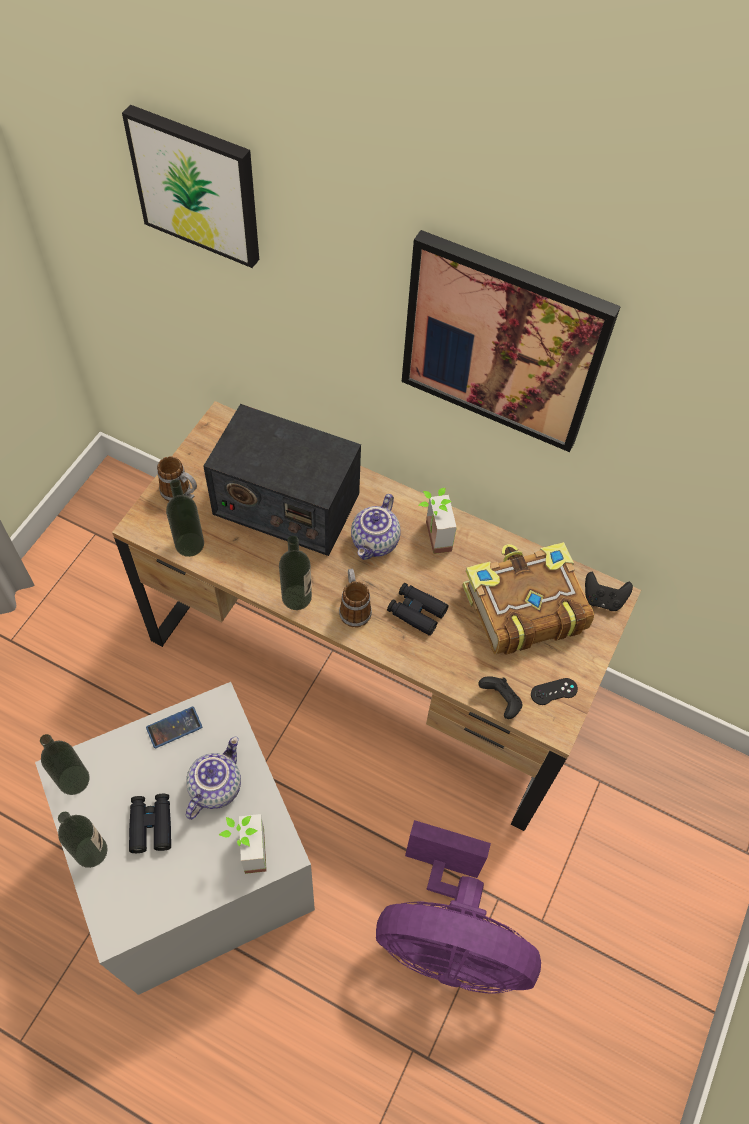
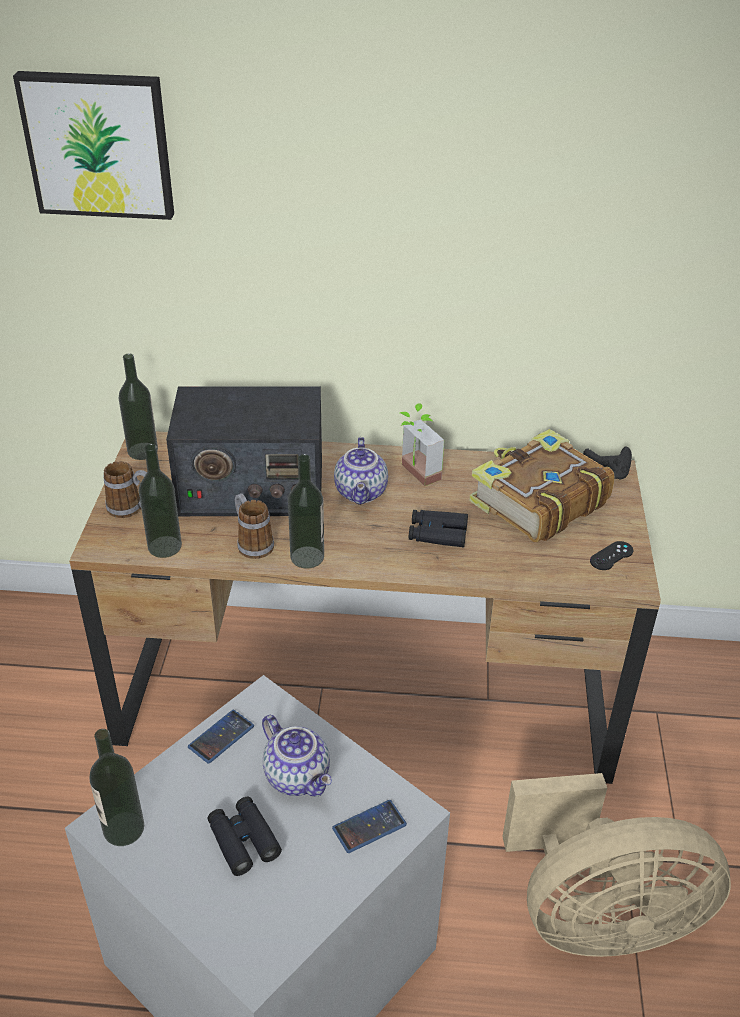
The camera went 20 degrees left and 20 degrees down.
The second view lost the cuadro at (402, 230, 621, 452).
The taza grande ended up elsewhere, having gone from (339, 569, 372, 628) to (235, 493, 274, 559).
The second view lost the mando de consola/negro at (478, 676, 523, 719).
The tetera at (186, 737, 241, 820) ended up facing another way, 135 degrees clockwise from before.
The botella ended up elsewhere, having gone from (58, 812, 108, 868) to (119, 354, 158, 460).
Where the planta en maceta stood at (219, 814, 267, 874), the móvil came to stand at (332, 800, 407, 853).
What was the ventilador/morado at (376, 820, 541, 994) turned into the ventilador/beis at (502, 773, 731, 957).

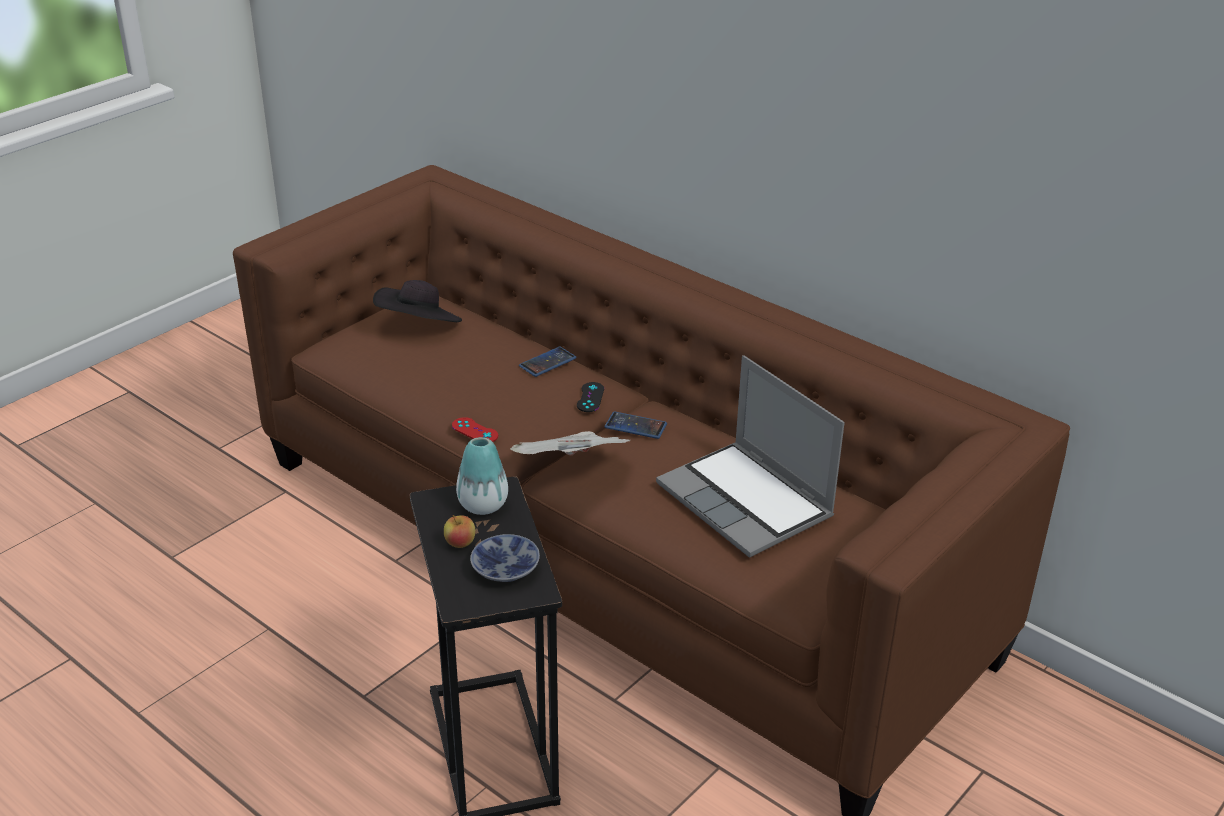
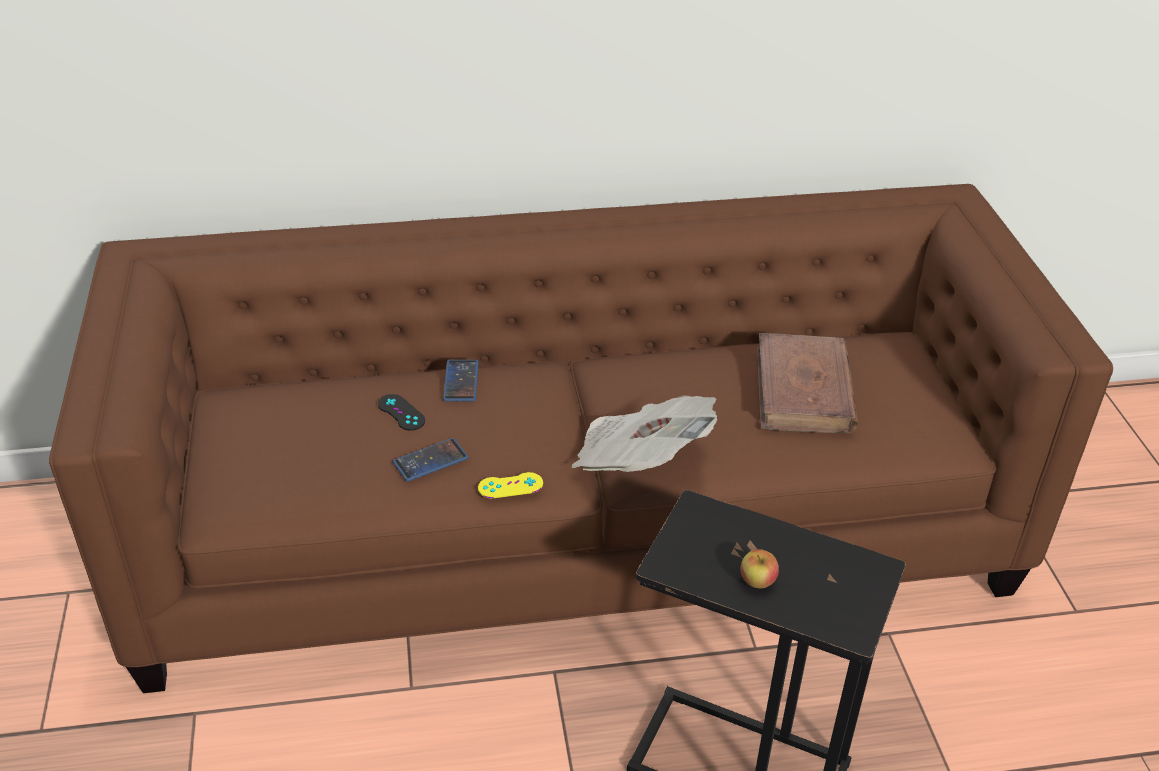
The camera went 50 degrees left and 5 degrees up.
The second view lost the sombrero/negro at (373, 280, 462, 322).
Where the portátil stood at (656, 355, 845, 558), the libro/marrón came to stand at (757, 333, 858, 433).
The mando de consola/negro ended up elsewhere, having gone from (577, 382, 604, 412) to (378, 394, 425, 431).
The móvil ended up elsewhere, having gone from (604, 412, 667, 439) to (393, 438, 469, 482).
What was the mando de consola/rojo at (452, 417, 498, 442) turned into the mando de consola/amarillo at (478, 472, 543, 498).
The second view lost the florero at (456, 437, 508, 515).
The second view lost the cuenco at (470, 534, 540, 582).

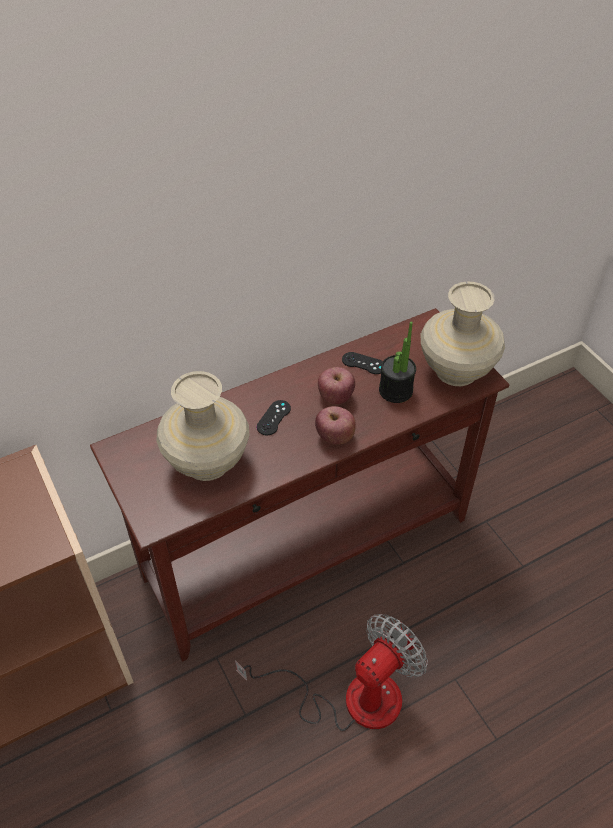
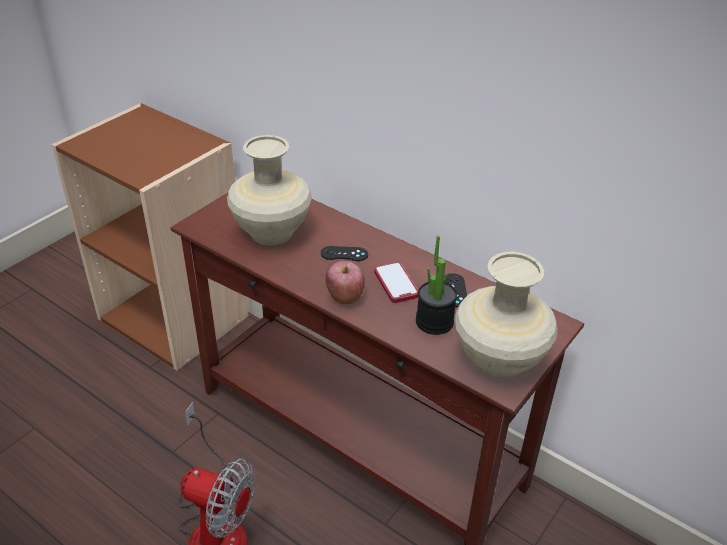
The camera went 65 degrees right and 10 degrees down.
Where the manzana stood at (318, 367, 355, 404), the móvil came to stand at (374, 262, 418, 303).

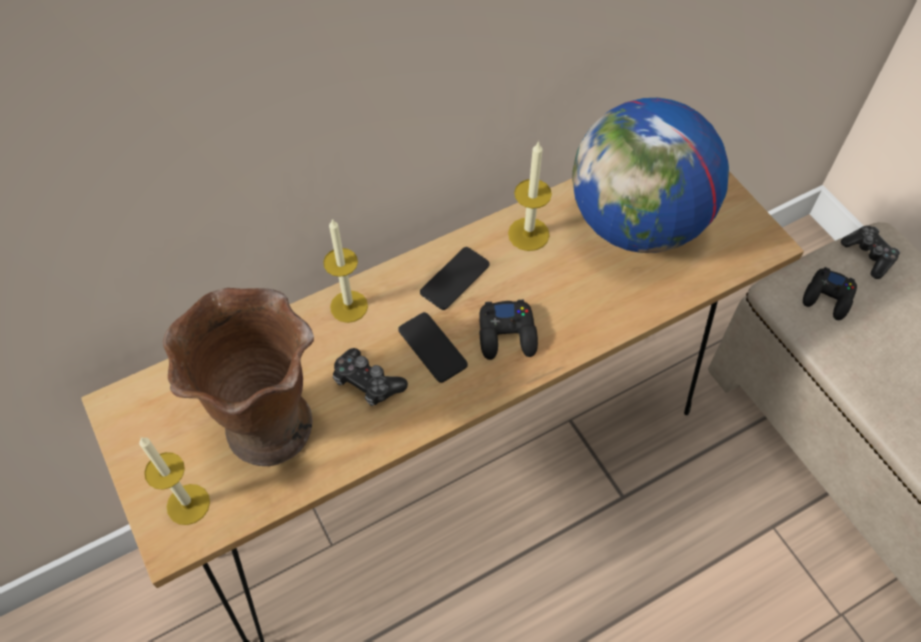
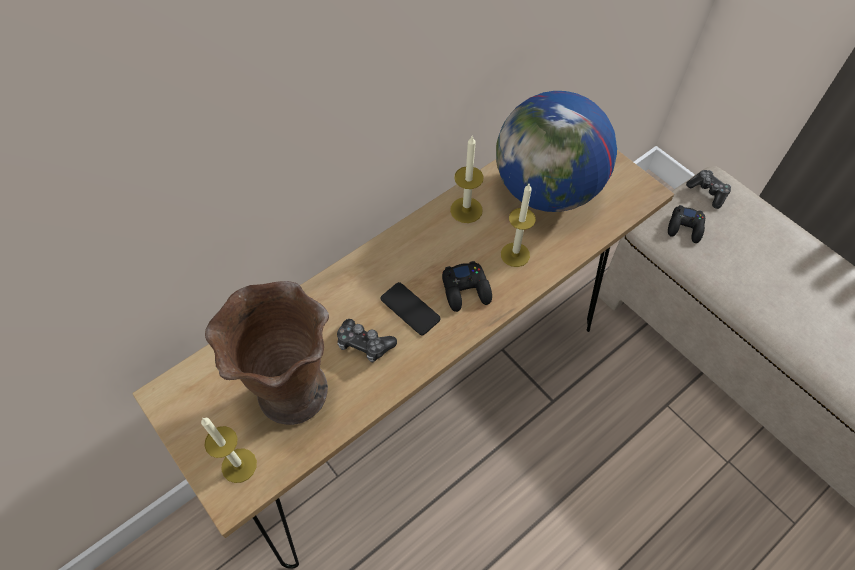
The camera went 10 degrees left and 0 degrees up.
The vela ended up elsewhere, having gone from (323, 218, 368, 323) to (501, 184, 536, 267).
The second view lost the móvil at (420, 247, 490, 310).

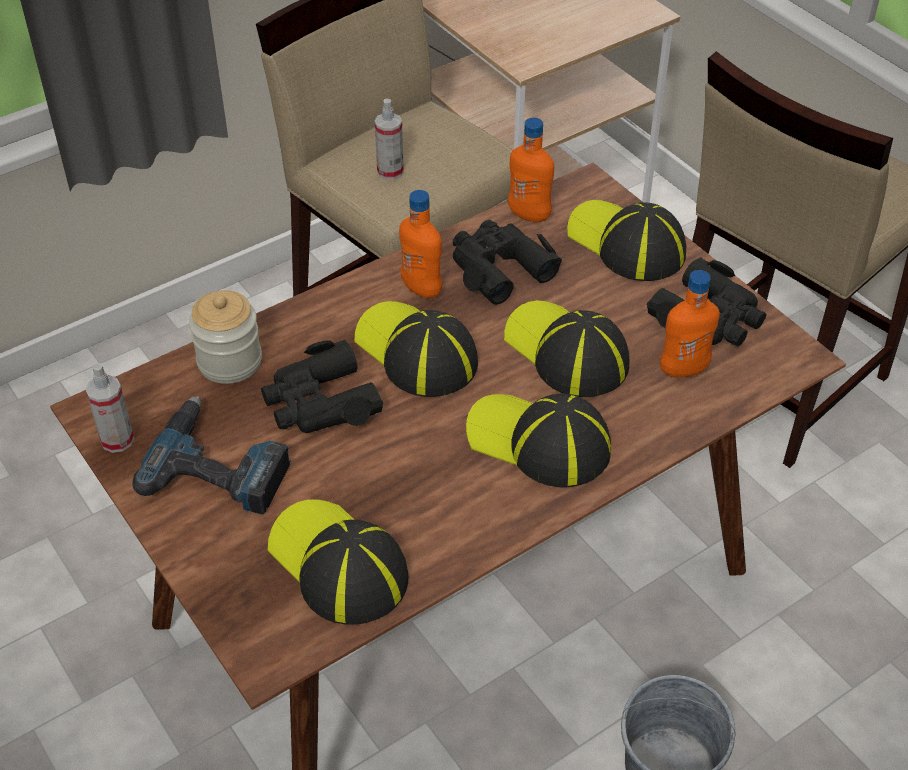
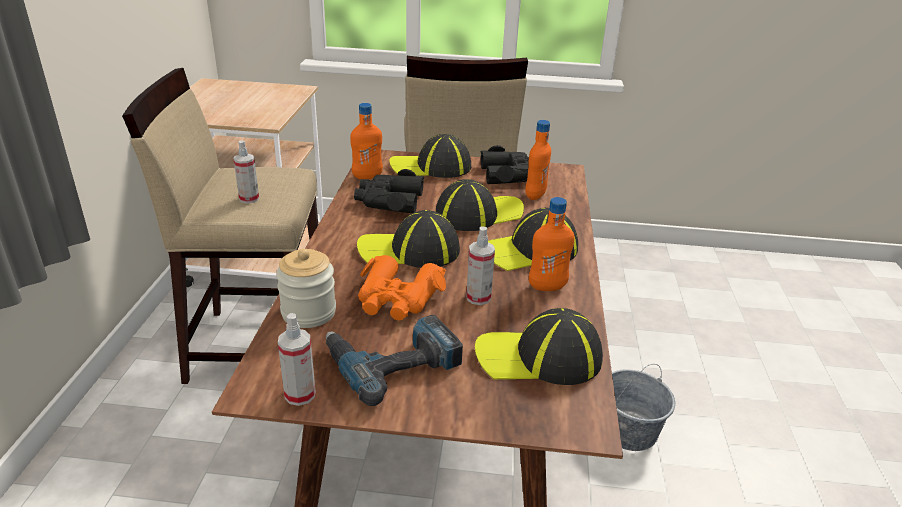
The camera went 50 degrees left and 15 degrees down.
The botella/naranja ended up elsewhere, having gone from (399, 190, 442, 298) to (529, 197, 575, 291).
The gorra at (504, 300, 629, 397) ended up facing another way, 150 degrees clockwise from before.
What was the prismáticos/negro at (261, 340, 383, 433) turned into the prismáticos/naranja at (358, 255, 446, 320).
The second view gained the pulverizador at (466, 226, 495, 305).

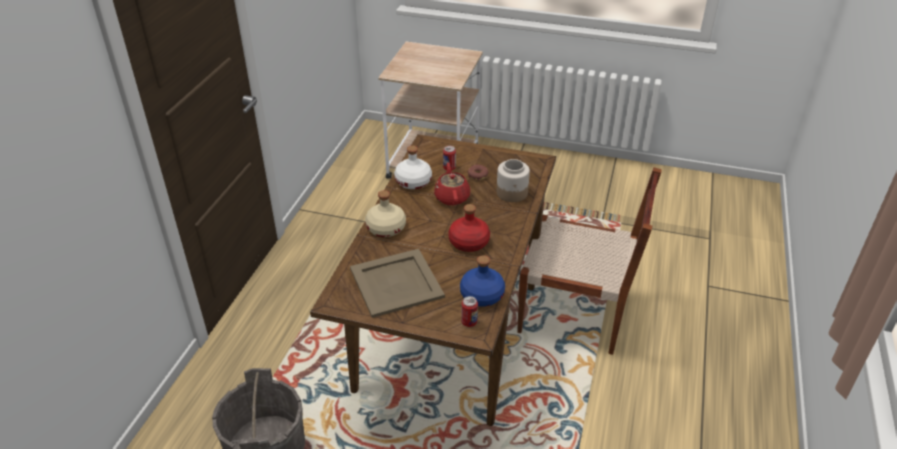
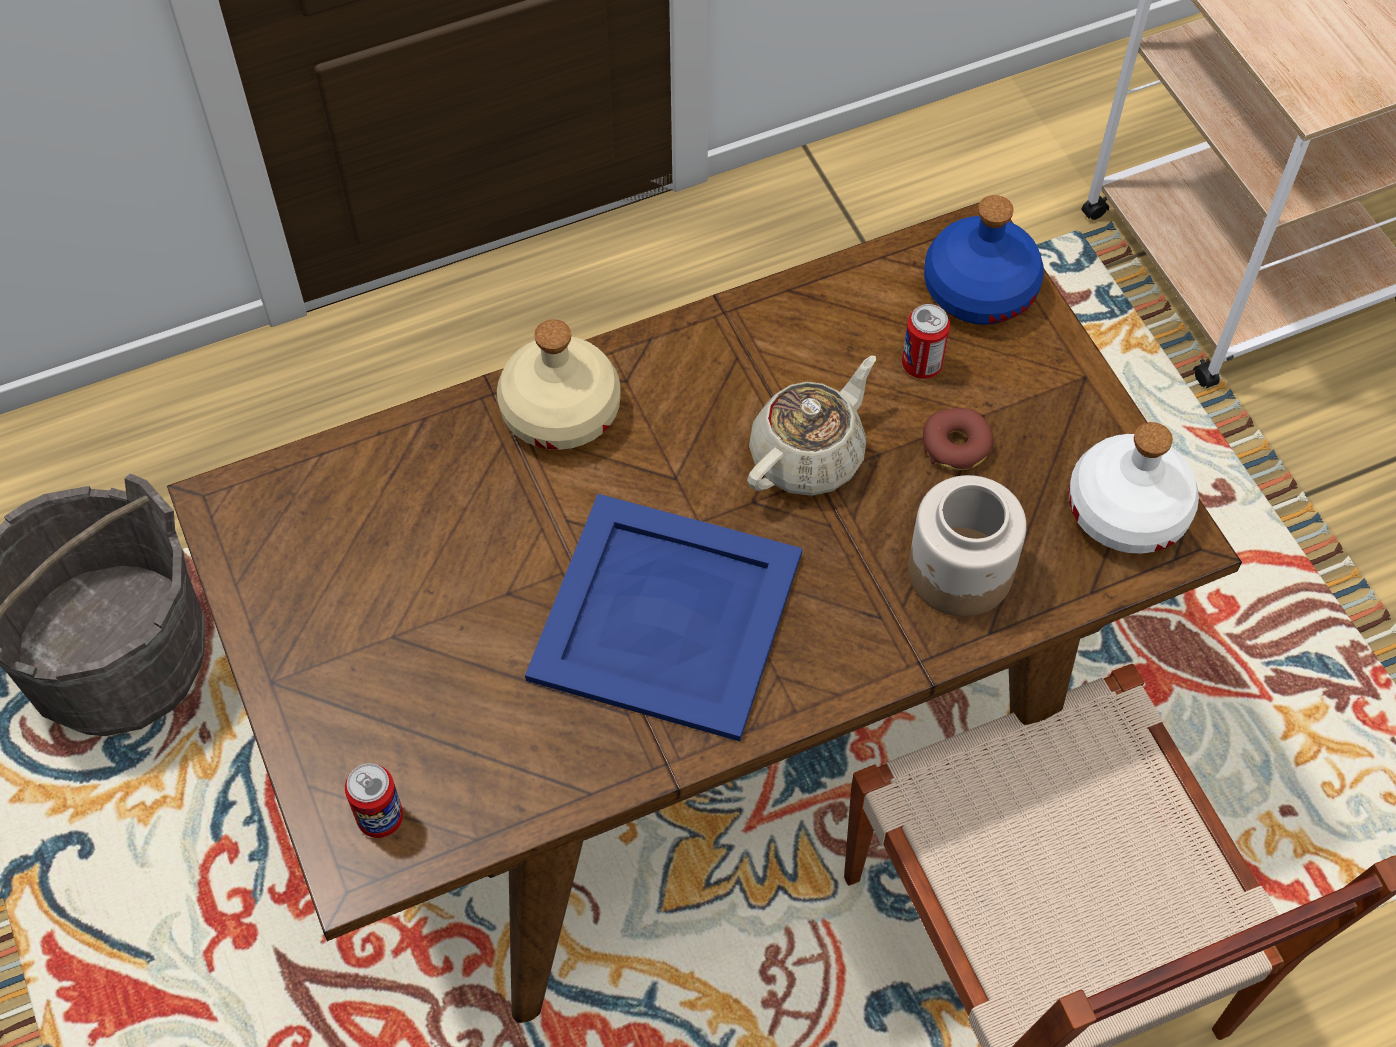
The camera went 50 degrees right and 20 degrees up.
The botella/blanco ended up elsewhere, having gone from (394, 146, 432, 189) to (1068, 422, 1199, 554).
What was the tetera/rojo at (434, 162, 470, 205) turned into the tetera/beis at (747, 356, 876, 496).
Where the botella/rojo stood at (448, 204, 490, 252), the bandeja/azul came to stand at (525, 494, 802, 741).
The second view lost the bandeja/beis at (350, 249, 445, 318).
The botella/azul ended up elsewhere, having gone from (460, 255, 505, 307) to (924, 195, 1044, 325).

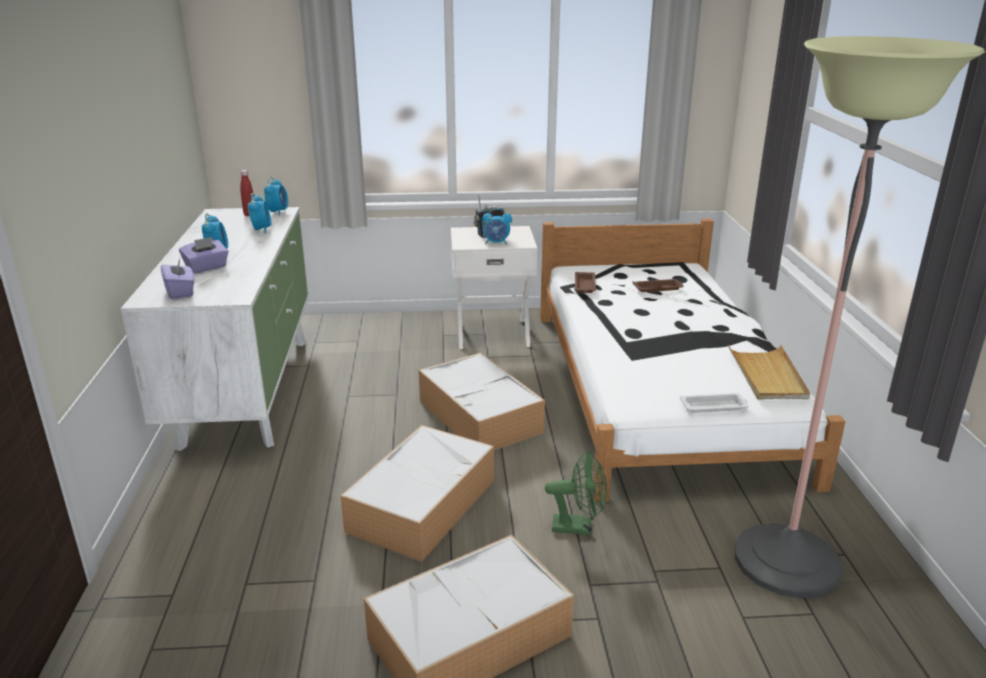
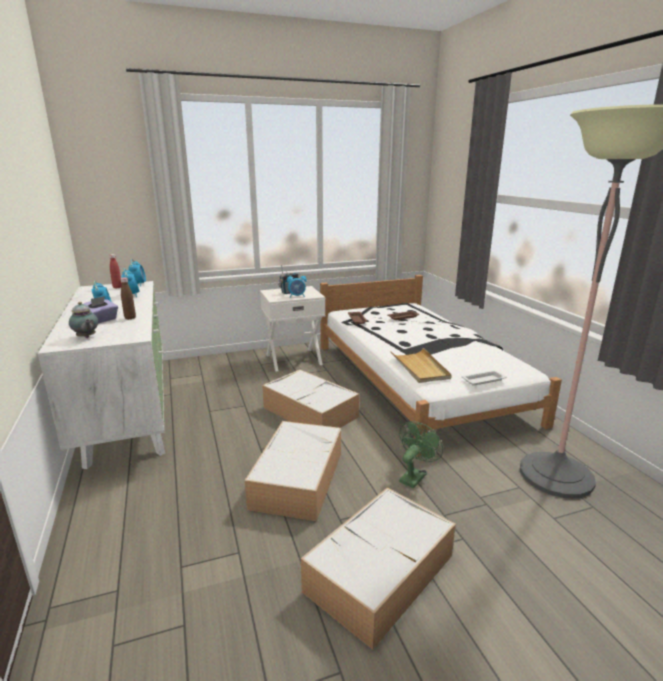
The camera went 15 degrees left and 5 degrees down.
Where the caja de pañuelos/morado stood at (161, 257, 194, 299), the tetera came to stand at (69, 302, 98, 338).
The bandeja/beis ended up elsewhere, having gone from (728, 345, 810, 399) to (390, 348, 452, 383).
The ventilador/verde at (545, 451, 607, 535) ended up facing another way, 45 degrees counterclockwise from before.
The second view gained the botella/marrón at (121, 277, 136, 320).

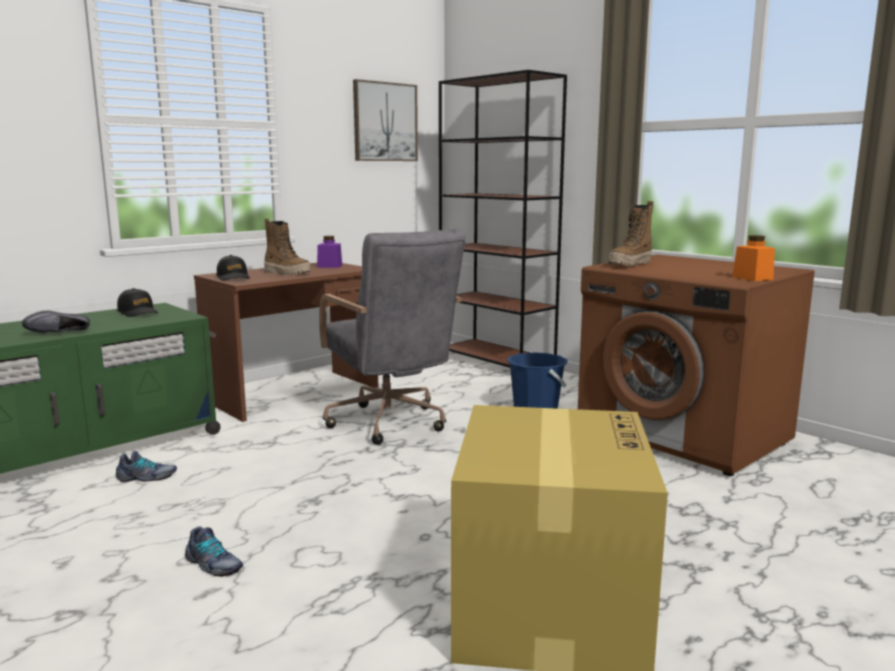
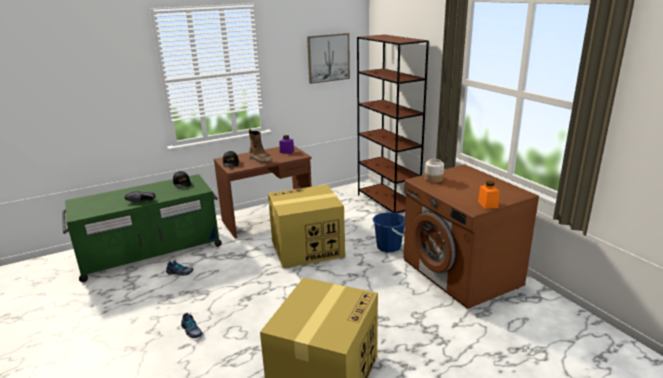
The camera went 15 degrees right and 10 degrees up.
Where the bota stood at (609, 201, 653, 266), the tarro came to stand at (425, 159, 444, 183).
Where the silla de oficina/gris stood at (319, 229, 466, 445), the caja de cartón came to stand at (268, 185, 345, 268).

